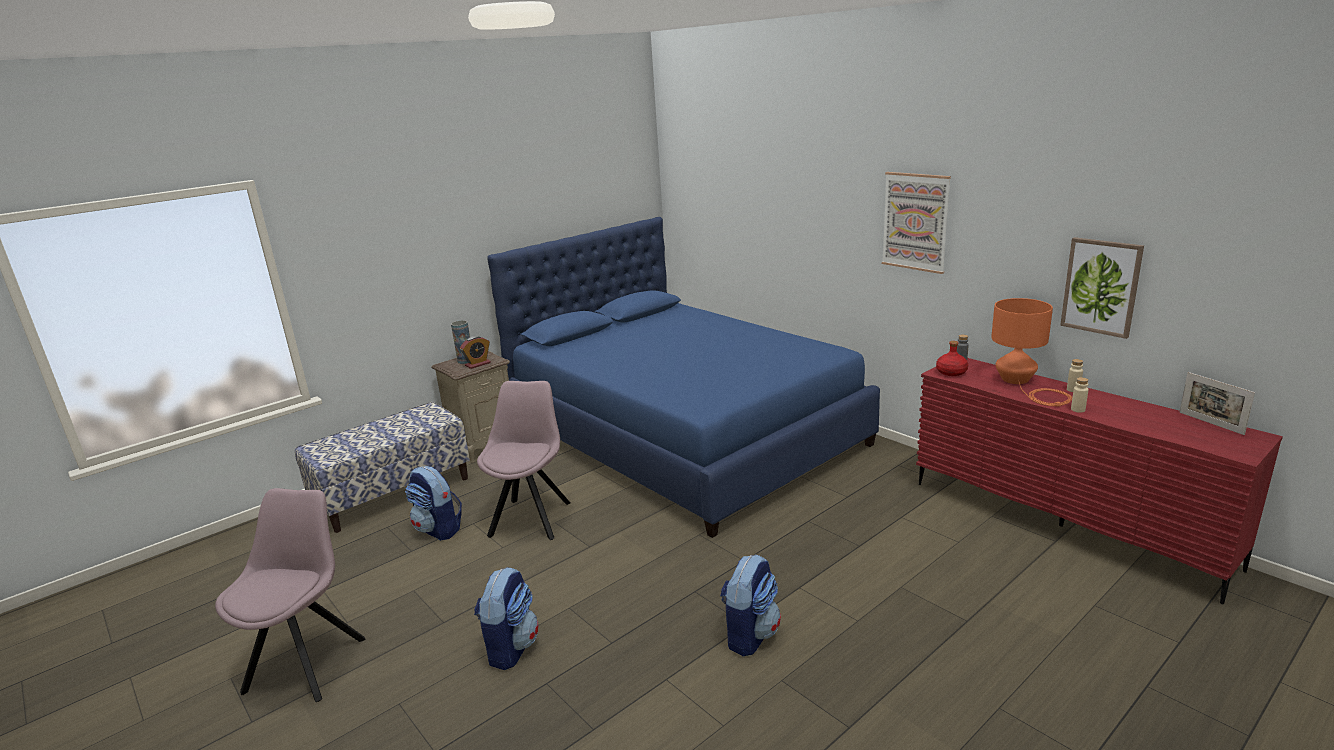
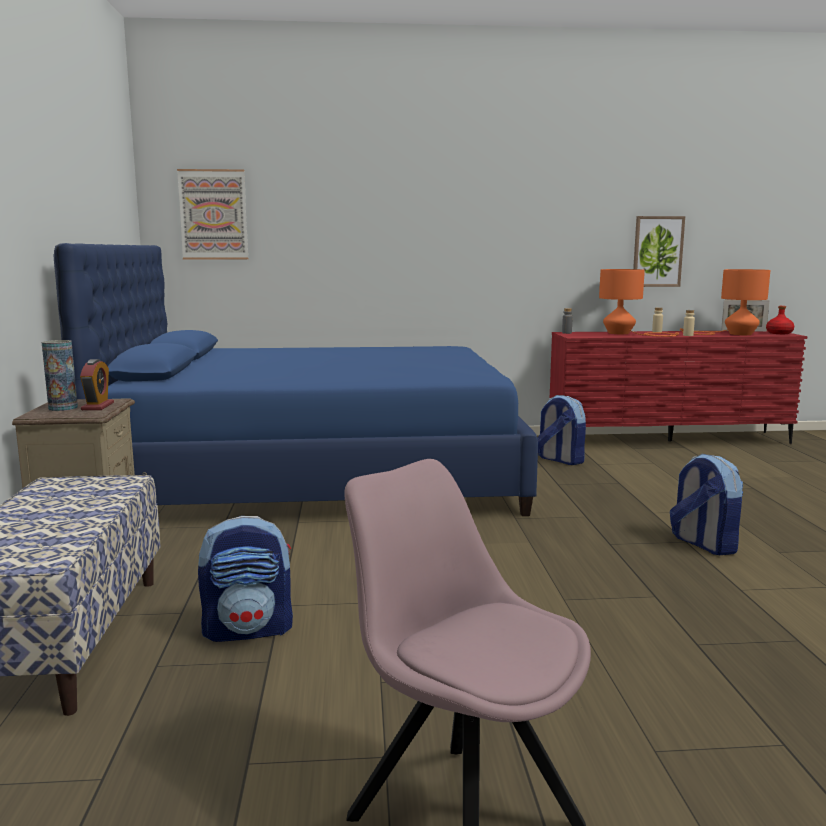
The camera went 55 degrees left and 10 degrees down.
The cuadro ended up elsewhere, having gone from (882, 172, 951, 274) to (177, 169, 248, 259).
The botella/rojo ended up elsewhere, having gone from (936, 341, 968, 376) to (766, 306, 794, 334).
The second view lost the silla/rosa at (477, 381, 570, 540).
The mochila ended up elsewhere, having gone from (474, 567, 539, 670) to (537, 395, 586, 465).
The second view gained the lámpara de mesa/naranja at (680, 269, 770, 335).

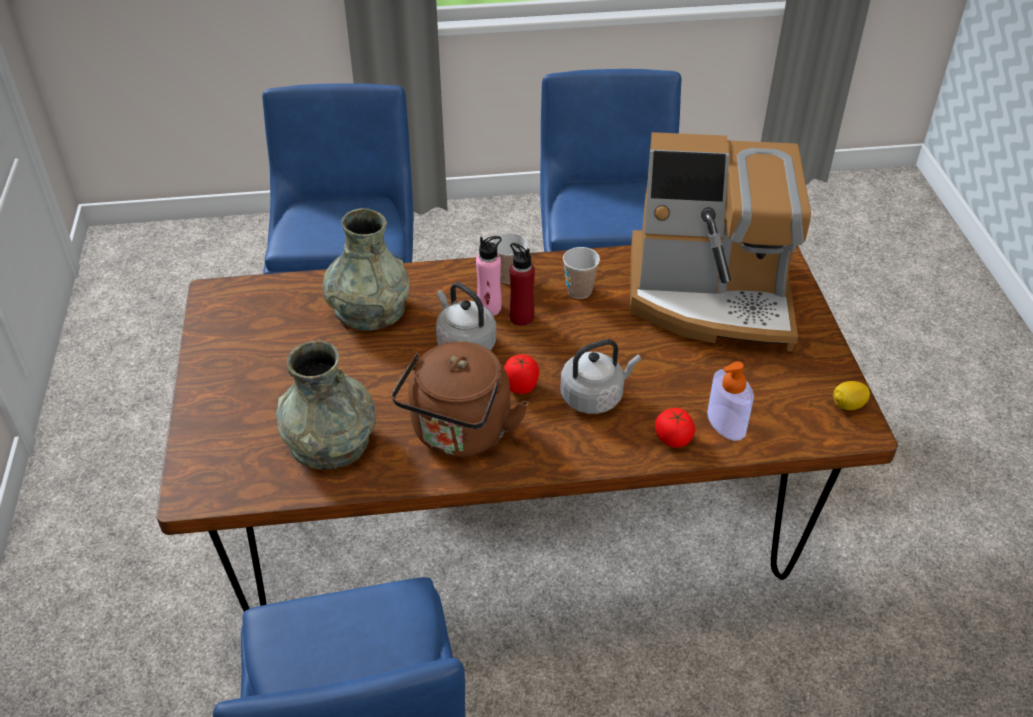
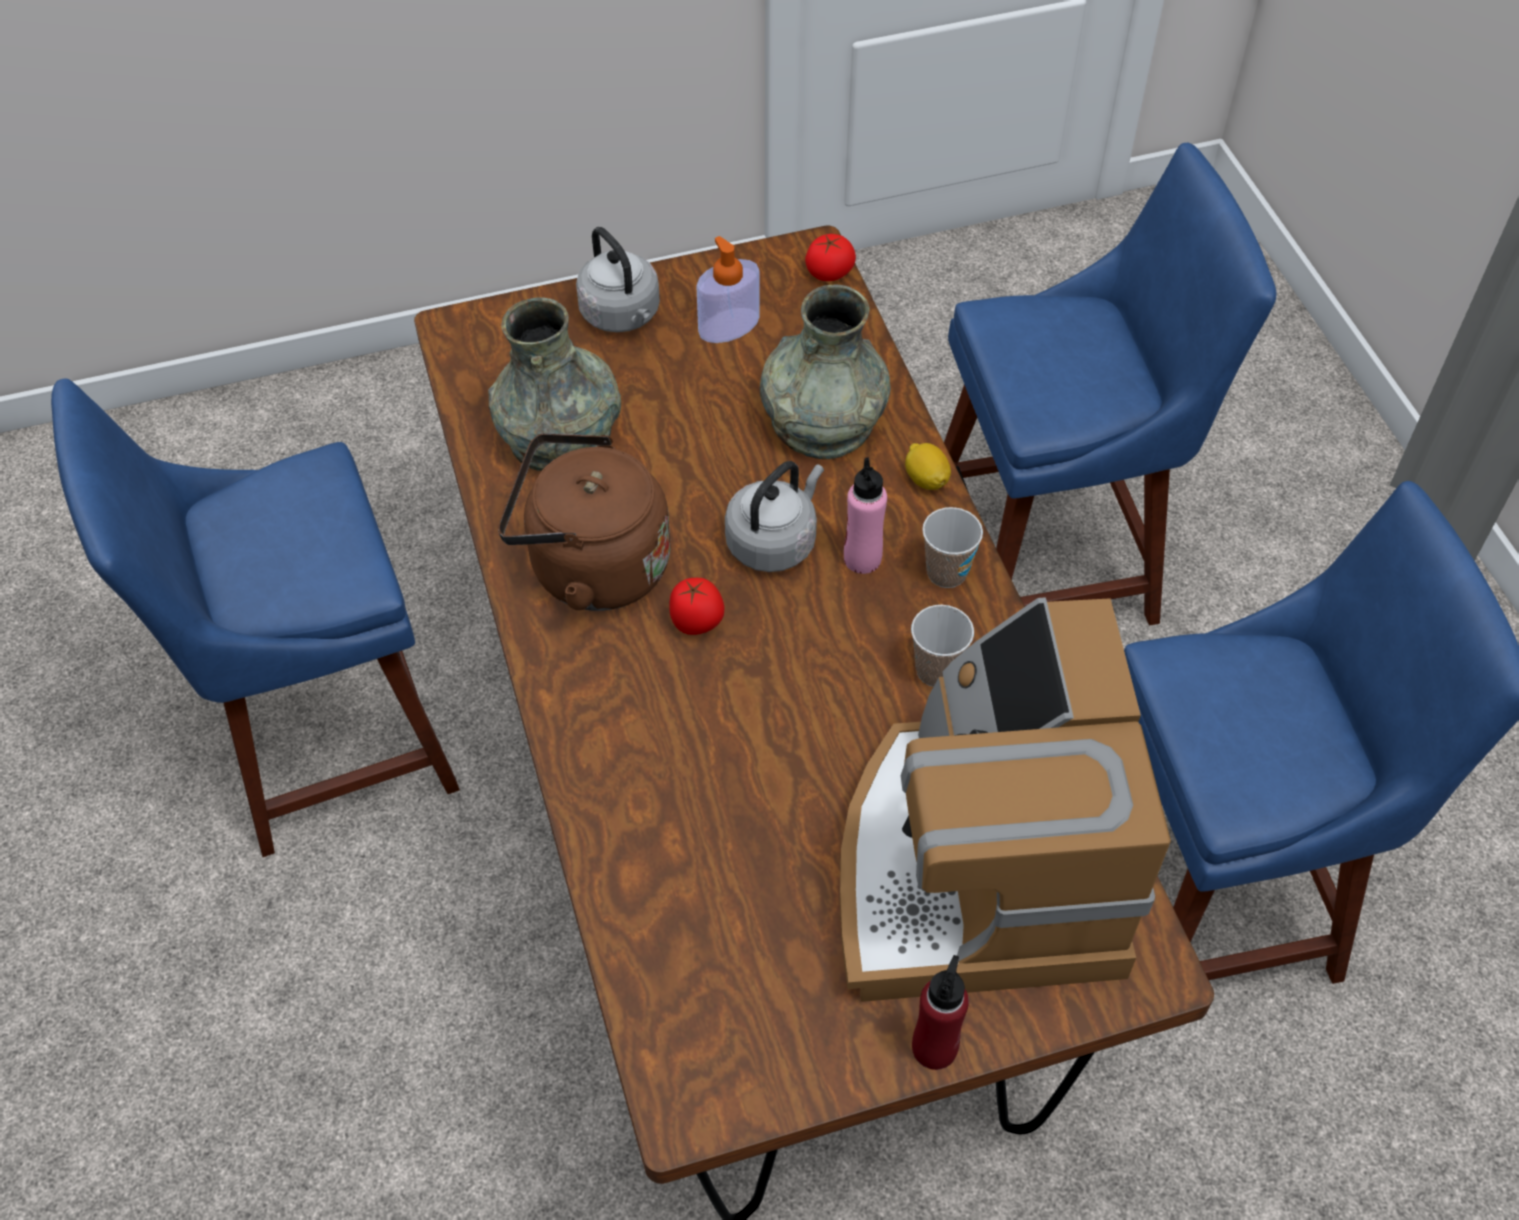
The camera went 80 degrees right and 10 degrees up.
The botella/rojo ended up elsewhere, having gone from (510, 243, 535, 326) to (912, 955, 969, 1070).
The hervidor/gris ended up elsewhere, having gone from (561, 339, 641, 414) to (576, 227, 660, 332).
The dispensador de jabón ended up elsewhere, having gone from (707, 361, 754, 441) to (696, 236, 760, 343).
The limón ended up elsewhere, having gone from (833, 381, 870, 410) to (905, 443, 951, 490).
The tomate ended up elsewhere, having gone from (655, 408, 695, 448) to (805, 234, 856, 281).

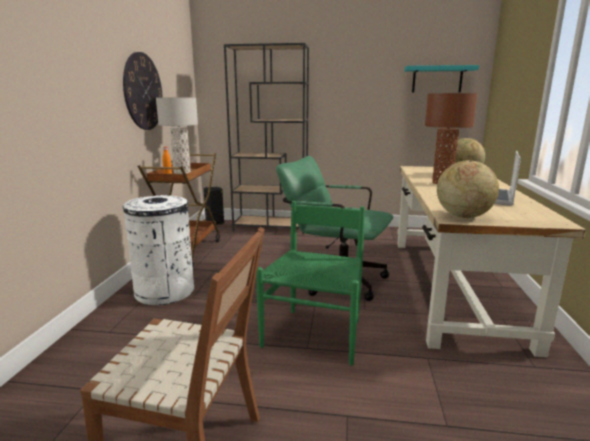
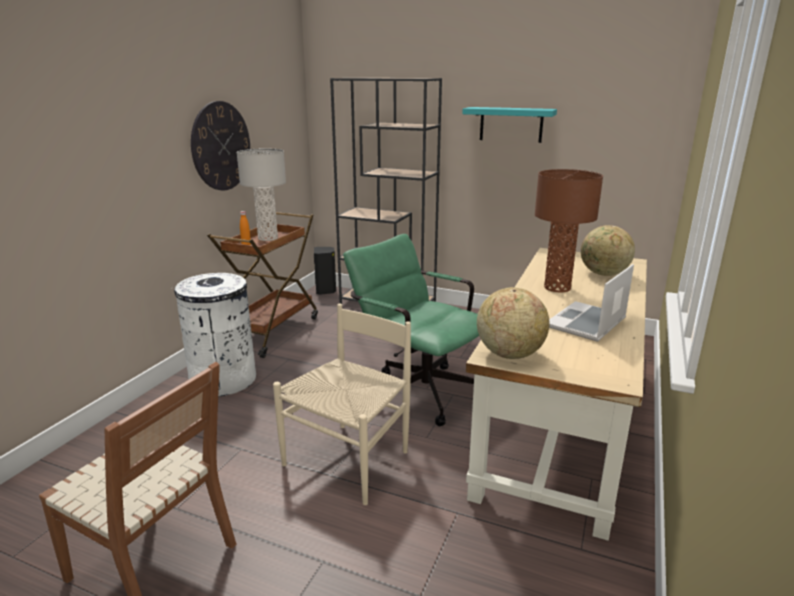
The camera went 15 degrees right and 5 degrees up.
The estante/turquesa ended up elsewhere, having gone from (404, 65, 479, 93) to (462, 107, 557, 143).
What was the silla/verde at (256, 201, 365, 365) turned into the silla/beis at (273, 304, 411, 505).

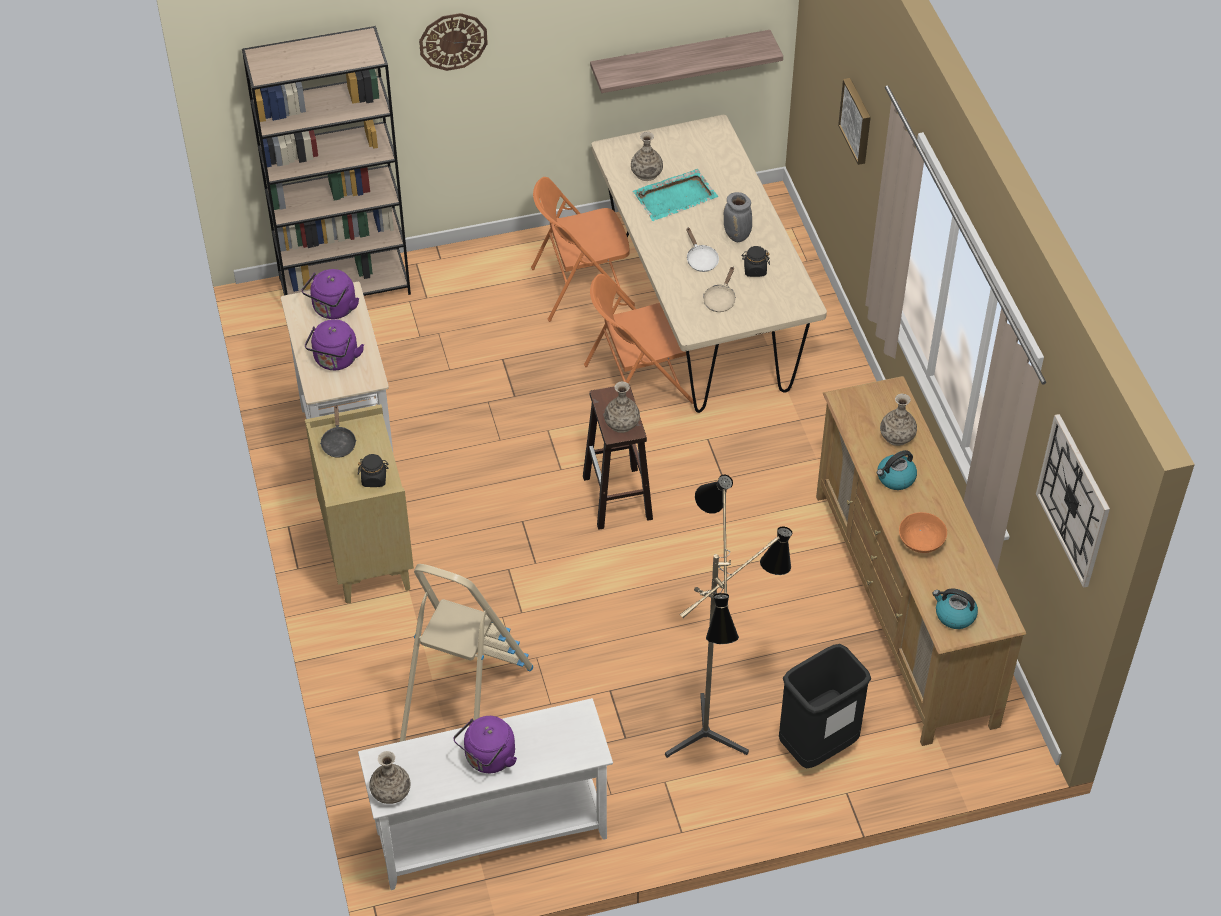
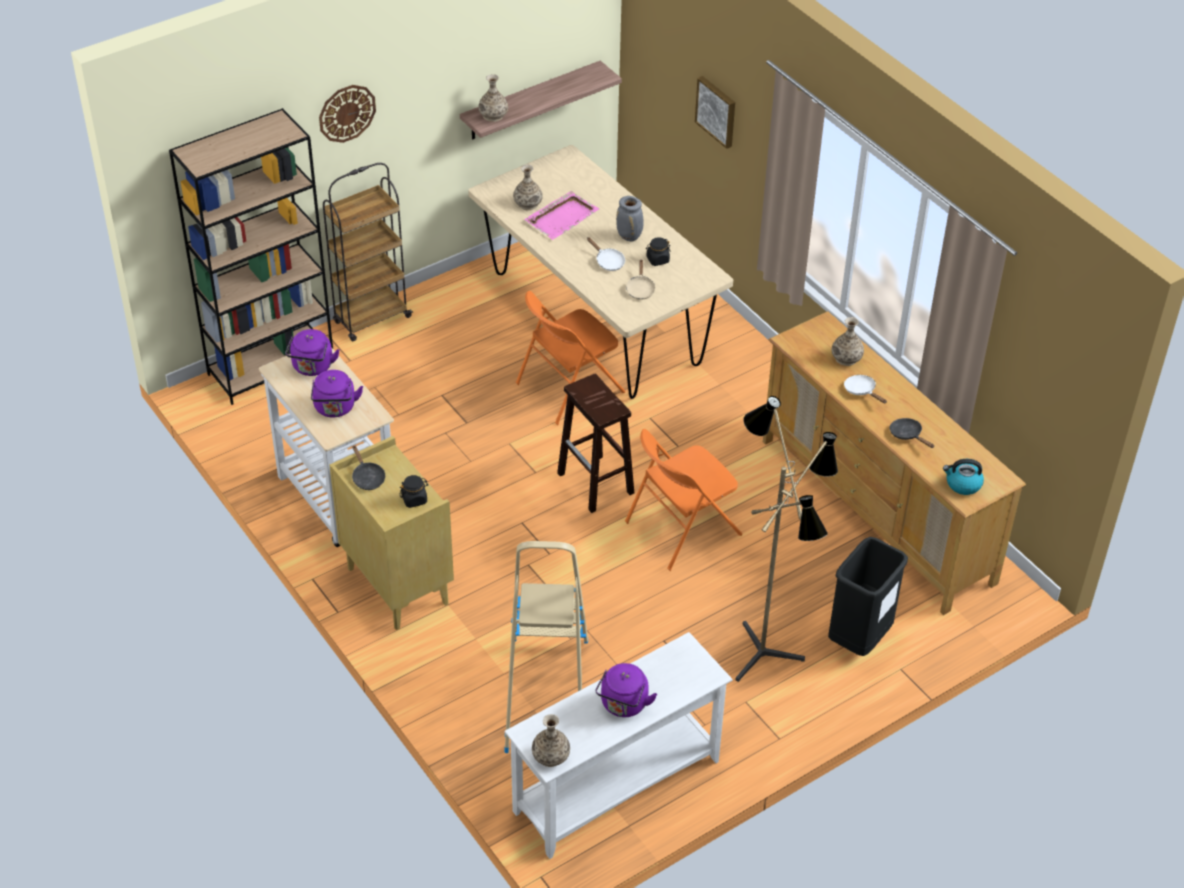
The camera went 20 degrees left and 5 degrees down.
What was the bandeja/turquesa at (633, 169, 718, 221) turned into the bandeja/rosa at (524, 191, 599, 240).
The silla/naranja ended up elsewhere, having gone from (531, 177, 635, 322) to (625, 429, 742, 571).
The florero ended up elsewhere, having gone from (604, 382, 640, 433) to (478, 74, 508, 122).
The second view lost the reloj de pared at (1036, 414, 1110, 588).
Where the hervidor stood at (877, 450, 917, 490), the sartén/blanco came to stand at (844, 375, 887, 403).
Where the cuenco/naranja stood at (899, 512, 947, 553), the sartén/negro came to stand at (889, 418, 934, 448).
The second view gained the carrito/marrón at (323, 163, 414, 341).

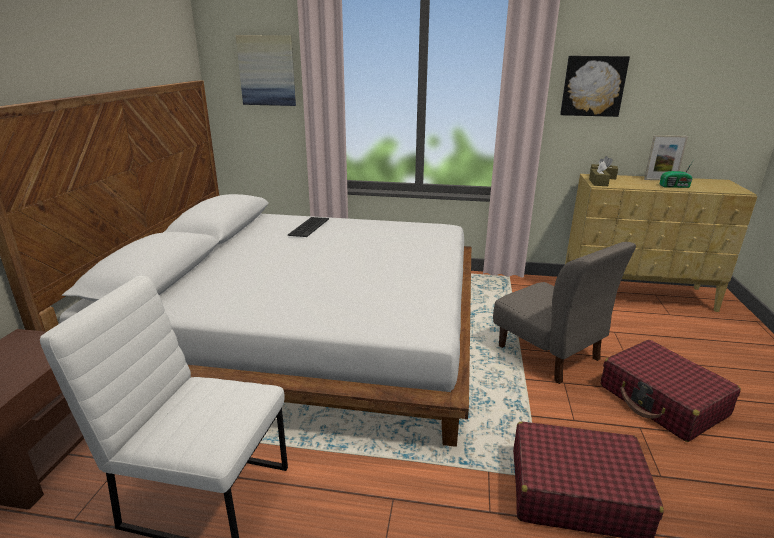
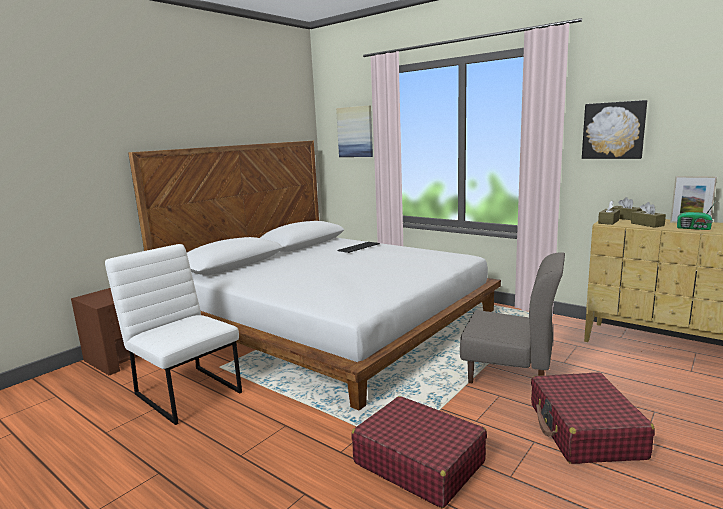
The camera went 30 degrees right and 10 degrees down.
The silla/gris at (493, 242, 636, 384) ended up facing another way, 60 degrees counterclockwise from before.
The second view gained the caja de pañuelos/marrón at (631, 202, 666, 228).

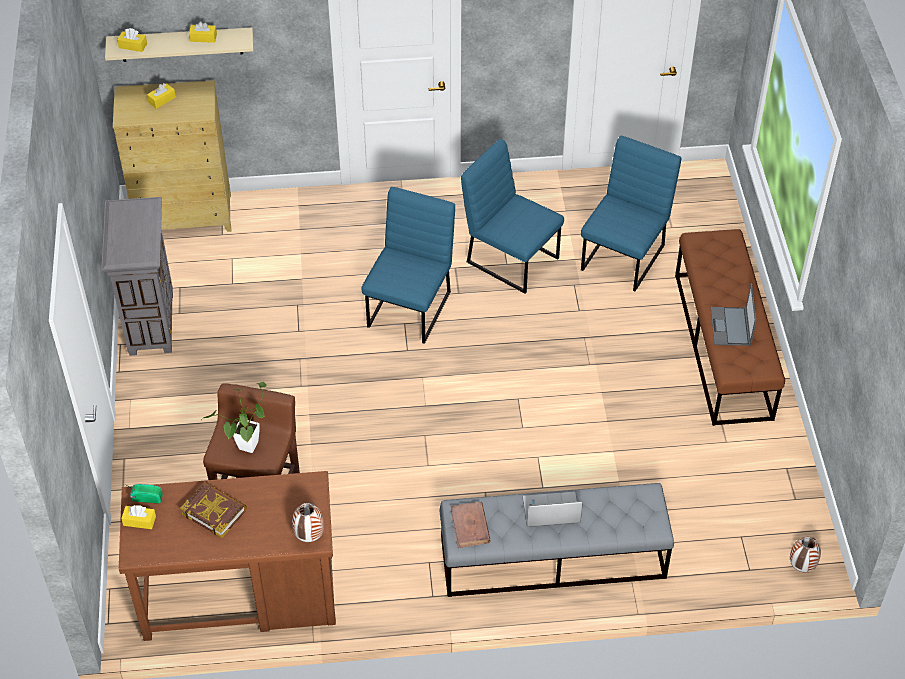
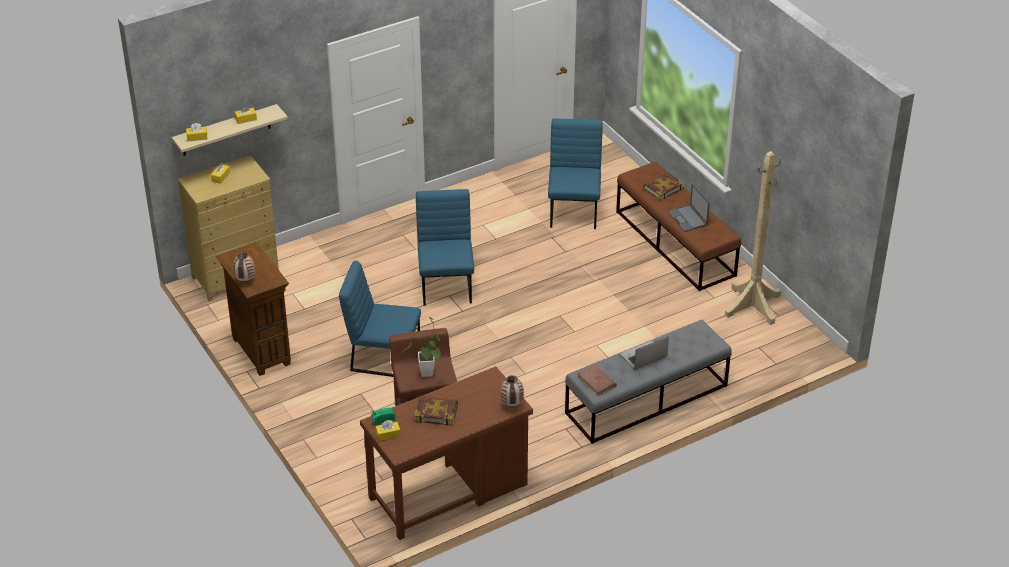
The camera went 25 degrees left and 10 degrees down.
The silla/azul ended up elsewhere, having gone from (461, 139, 564, 293) to (339, 261, 421, 377).
What was the armario/gris at (101, 197, 173, 356) turned into the armario/marrón at (216, 242, 291, 376).
The florero ended up elsewhere, having gone from (790, 537, 821, 572) to (233, 252, 255, 283).
The second view gained the perchero/beis at (725, 151, 781, 325).
The second view gained the libro at (643, 172, 684, 201).

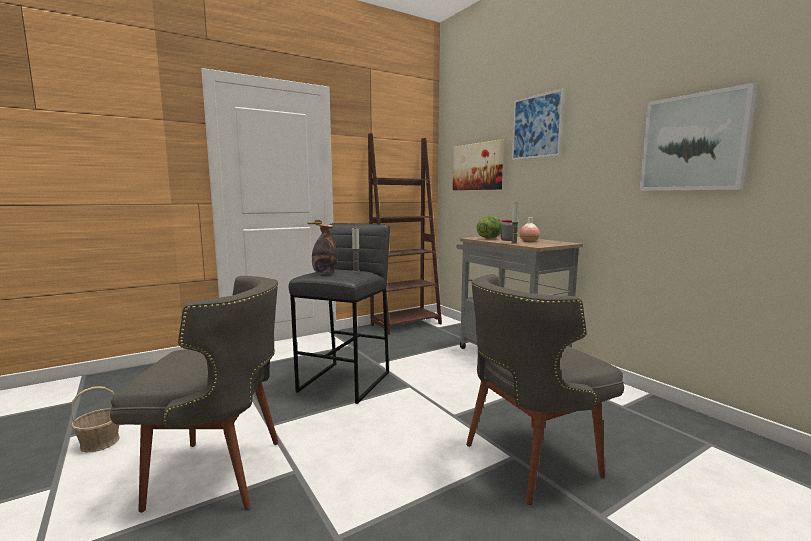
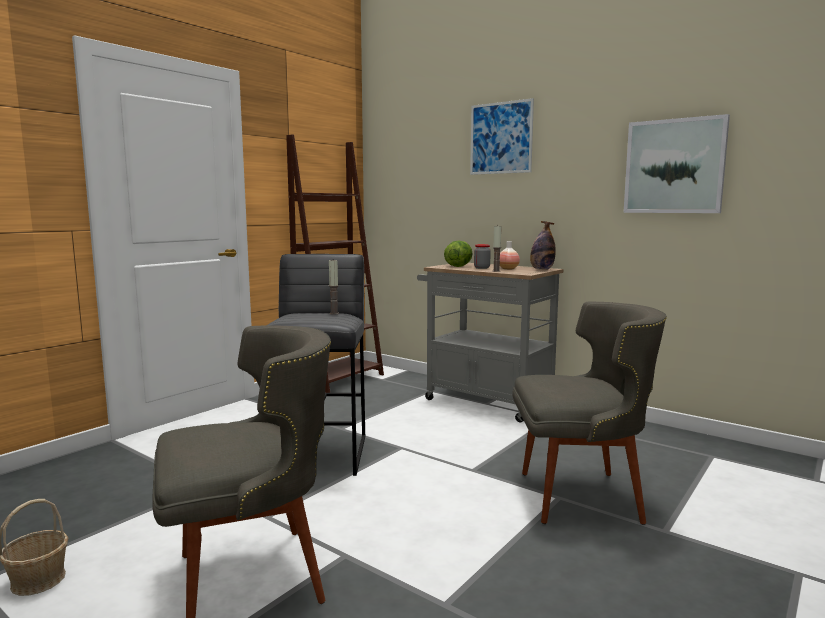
The camera went 20 degrees left and 0 degrees up.
The second view lost the cuadro at (453, 140, 504, 190).
The botella ended up elsewhere, having gone from (312, 224, 337, 274) to (530, 221, 556, 270).
The silla/gris at (466, 274, 624, 505) ended up facing another way, 135 degrees counterclockwise from before.

